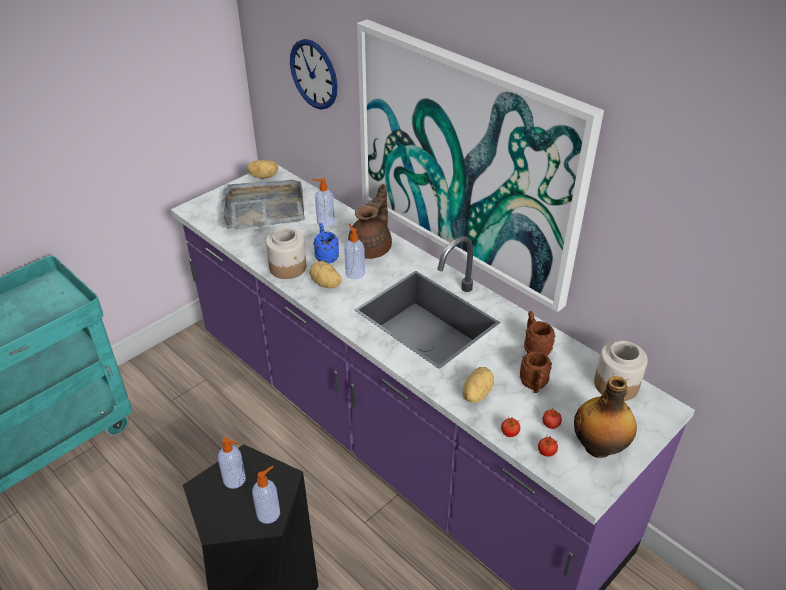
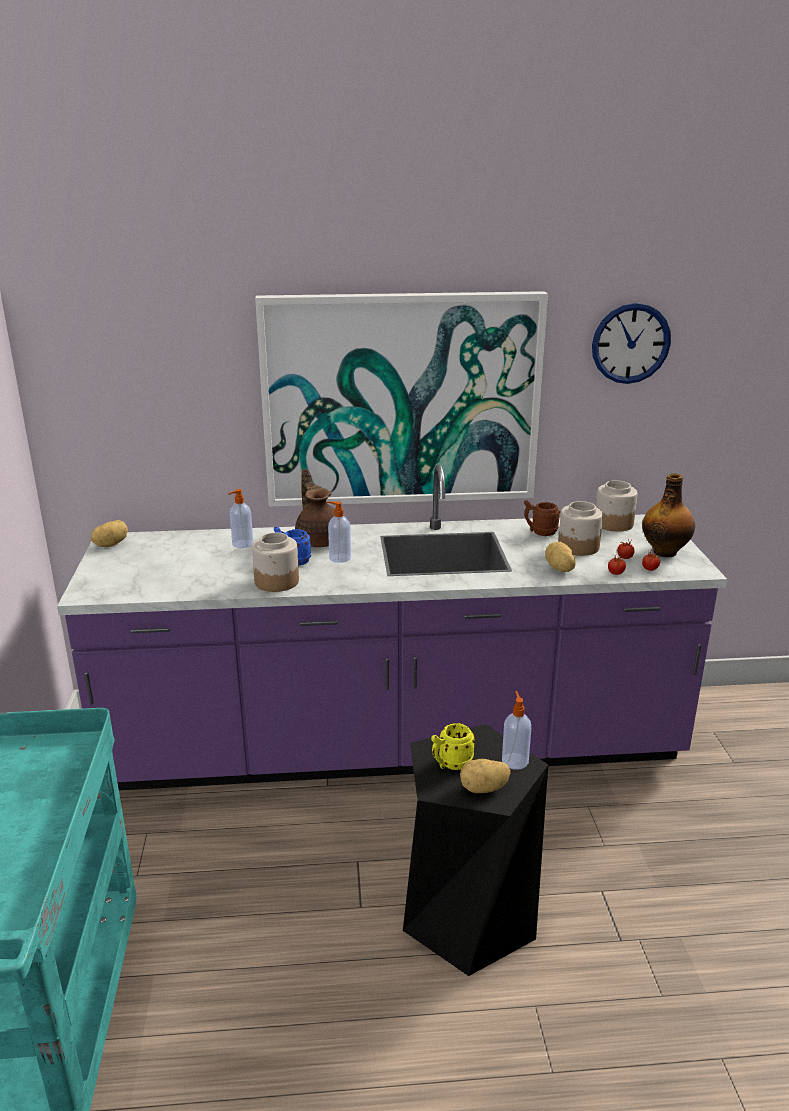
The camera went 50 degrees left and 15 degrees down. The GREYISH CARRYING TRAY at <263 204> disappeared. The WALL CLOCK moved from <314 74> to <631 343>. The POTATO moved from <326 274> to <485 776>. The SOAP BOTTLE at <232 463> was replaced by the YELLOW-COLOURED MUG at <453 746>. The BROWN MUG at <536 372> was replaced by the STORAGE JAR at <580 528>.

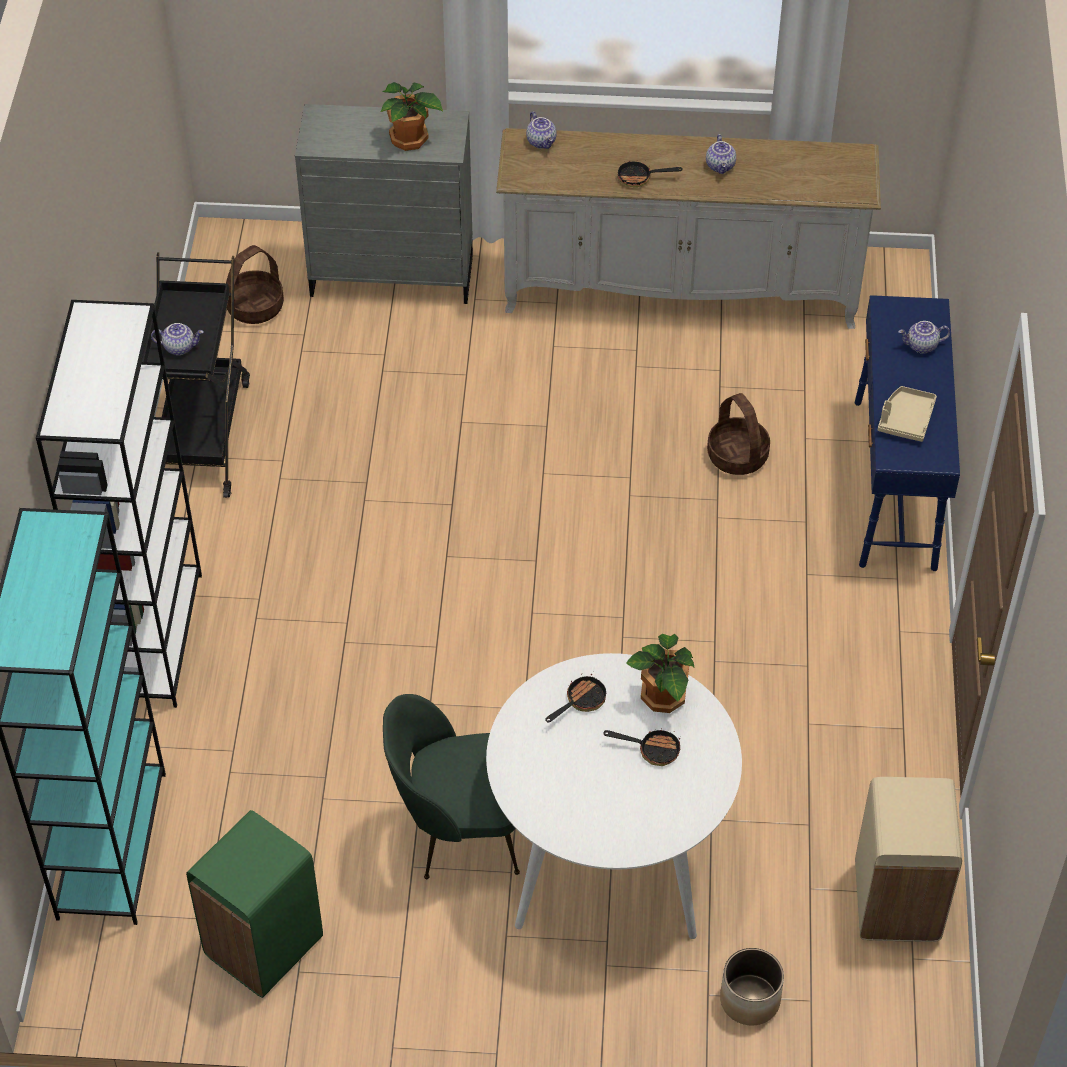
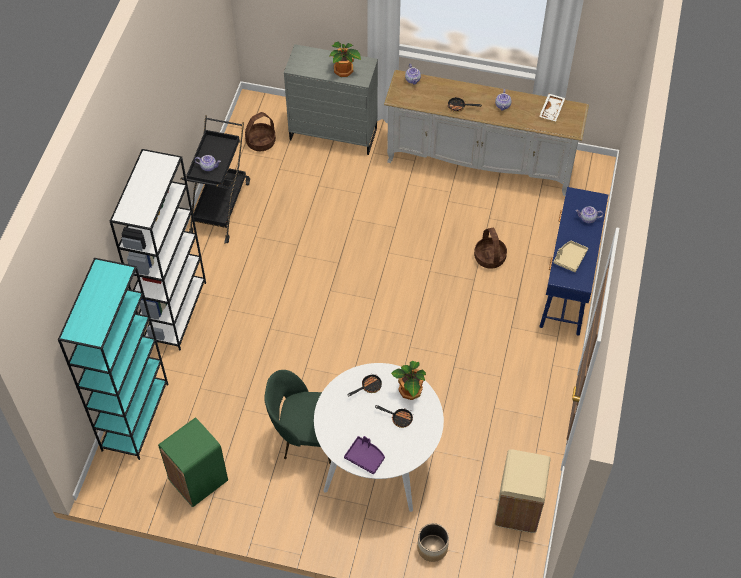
The camera went 10 degrees right and 5 degrees up. The PURPLE-COLOURED CARRYING TRAY at <364 455> appeared. The WHITE CARRYING TRAY at <552 107> appeared.

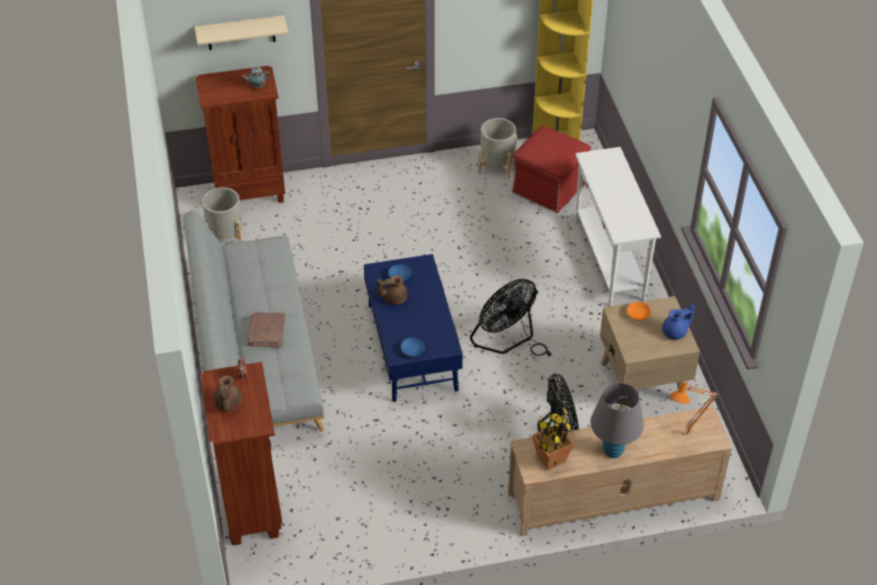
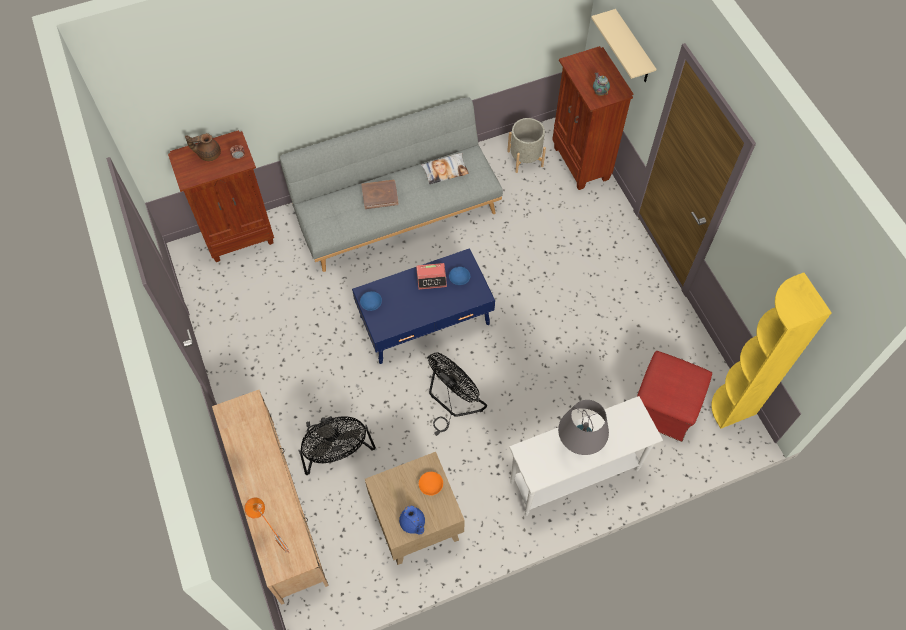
The camera went 80 degrees right and 15 degrees up. The GREYISH PLANTER at <497 148> disappeared. The HOUSEPLANT at <553 438> disappeared. The PILLOW at <445 168> appeared. The GREYISH TABLE LAMP moved from <617 420> to <583 427>. The BROWN TEA POT at <392 290> was replaced by the BEDSIDE CLOCK at <431 276>.

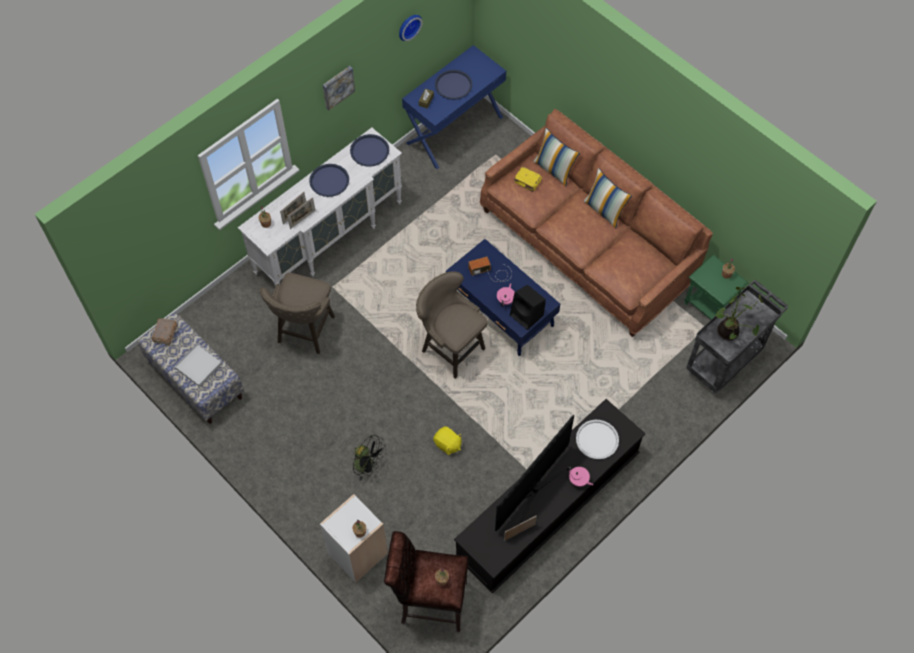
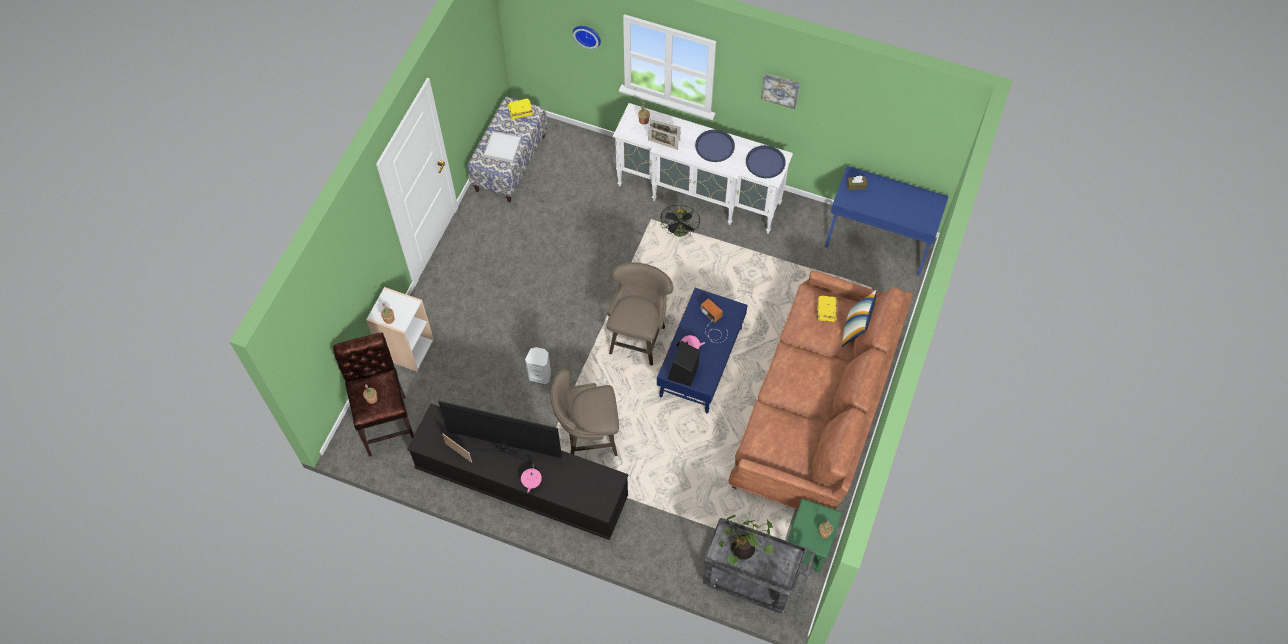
The camera went 65 degrees right and 0 degrees up. The BLUISH CARRYING TRAY at <453 85> disappeared. The WHITE CARRYING TRAY at <597 439> disappeared. The PILLOW at <608 198> disappeared. The SAND-COLOURED STOOL moved from <297 313> to <585 412>. The BLACK-COLOURED FAN moved from <369 458> to <680 221>. The WALL CLOCK moved from <411 28> to <587 37>. The YELLOW-COLOURED SOFT TOY at <447 440> was replaced by the WHITE SPEAKER at <538 365>. The BROWN BOUND BOOK at <164 331> became the YELLOW-COLOURED BOUND BOOK at <520 108>.

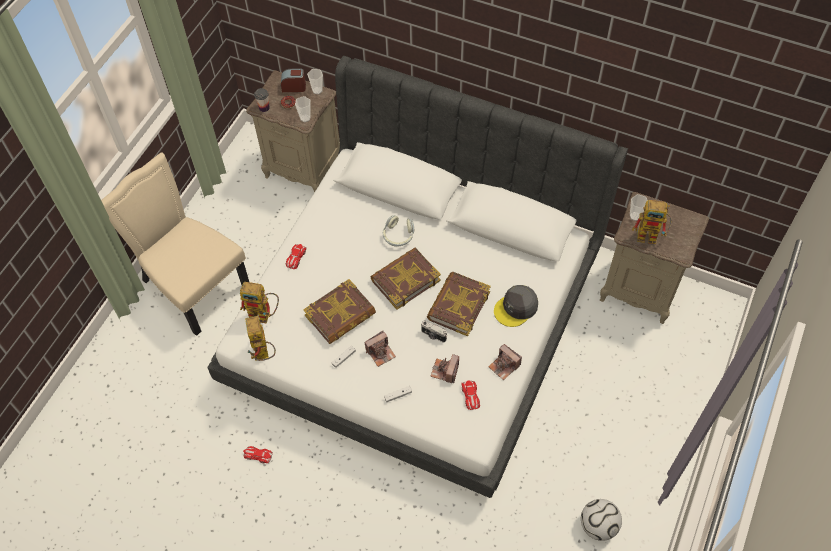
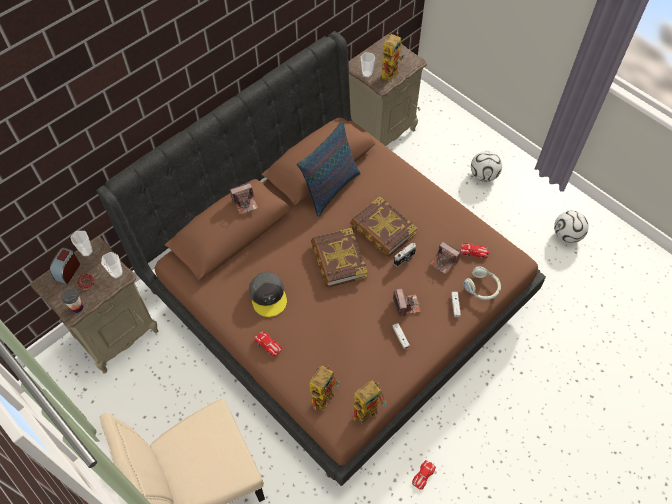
The camera went 70 degrees left and 0 degrees up. The BOUND BOOK at <339 311> disappeared. The BLUISH PILLOW at <328 169> appeared. The FOOTBALL at <486 166> appeared. The PAIR OF HEADPHONES moved from <398 231> to <482 283>. The PHOTO CAMERA moved from <505 362> to <244 198>. The GREYISH PEAKED CAP moved from <516 306> to <268 294>. The WHITE SLEEPING BED at <418 277> became the BROWN SLEEPING BED at <321 258>. The MODEL ROBOT at <260 338> turned 45 degrees counterclockwise.

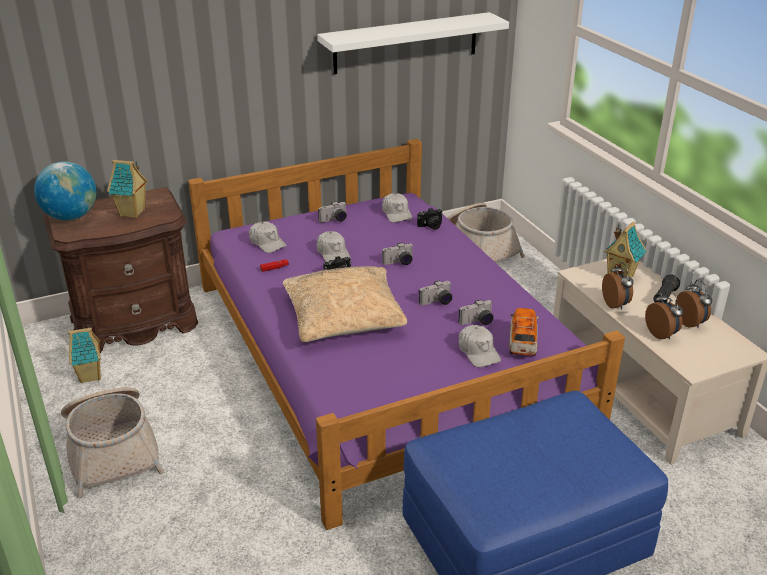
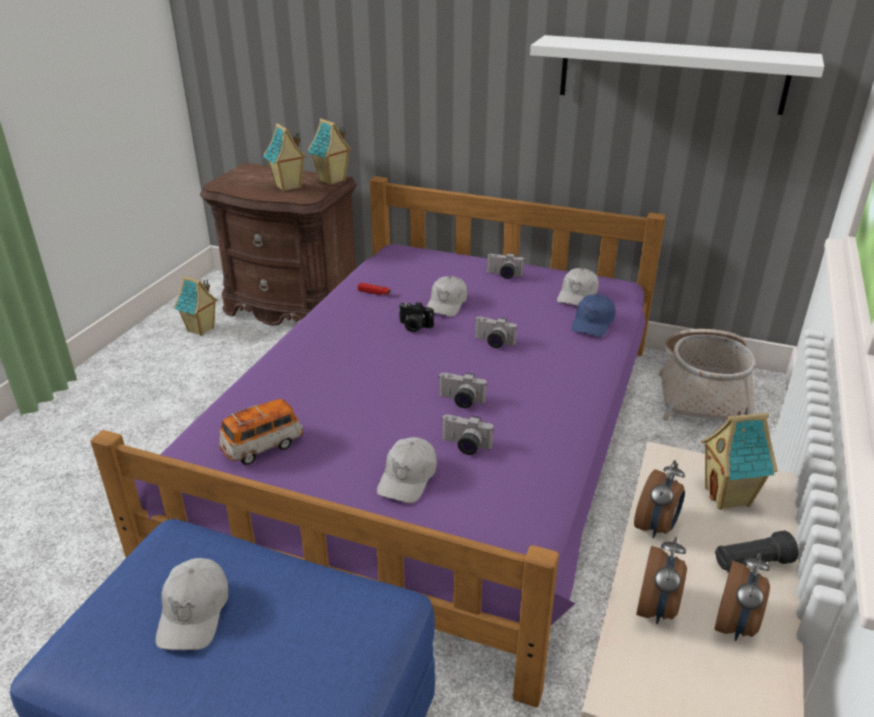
The camera went 45 degrees right and 0 degrees up. The GLOBE at <65 191> disappeared. The BASKET at <113 442> disappeared. The SAND-COLOURED PILLOW at <345 304> disappeared. The MODEL HOUSE at <330 151> appeared. The WHITE PEAKED CAP moved from <268 237> to <192 604>. The TOY CAR moved from <524 332> to <261 432>. The PHOTO CAMERA at <430 219> was replaced by the BLUISH PEAKED CAP at <593 315>.

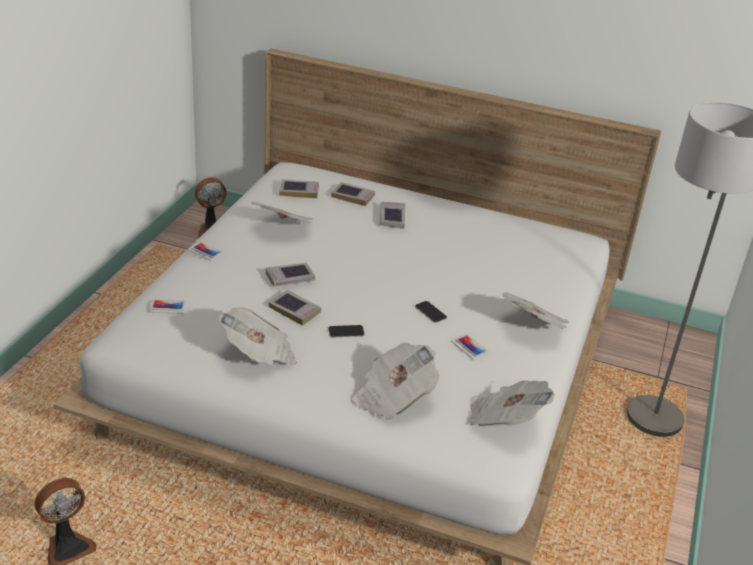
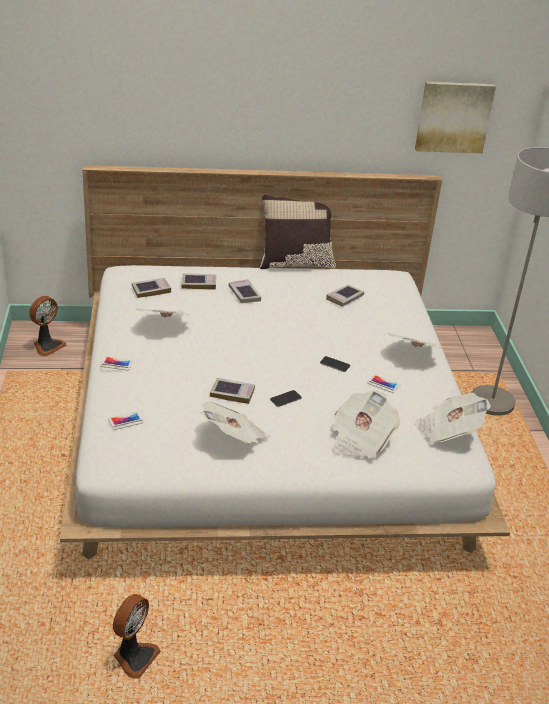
The camera went 25 degrees left and 0 degrees up. The PILLOW at <298 232> appeared. The WALL PICTURE at <455 117> appeared. The BOUND BOOK moved from <290 275> to <345 296>.

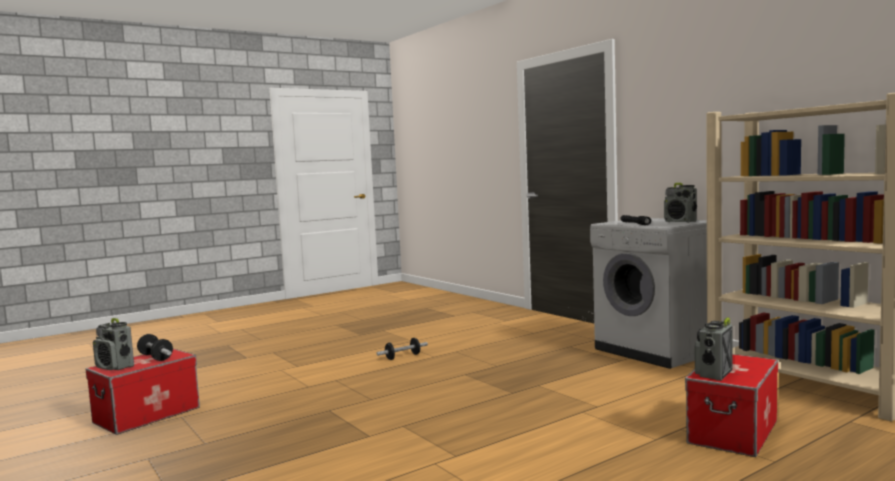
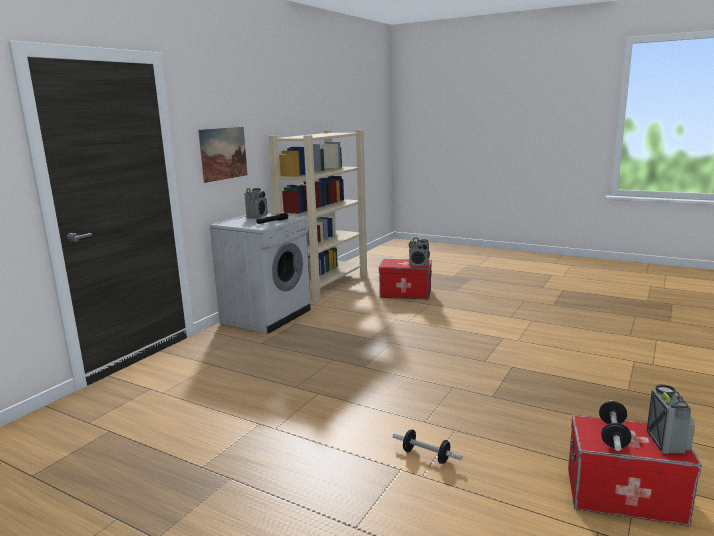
The camera went 115 degrees left and 10 degrees up. The WALL PICTURE at <223 155> appeared. The HAND WEIGHT moved from <402 349> to <428 446>.

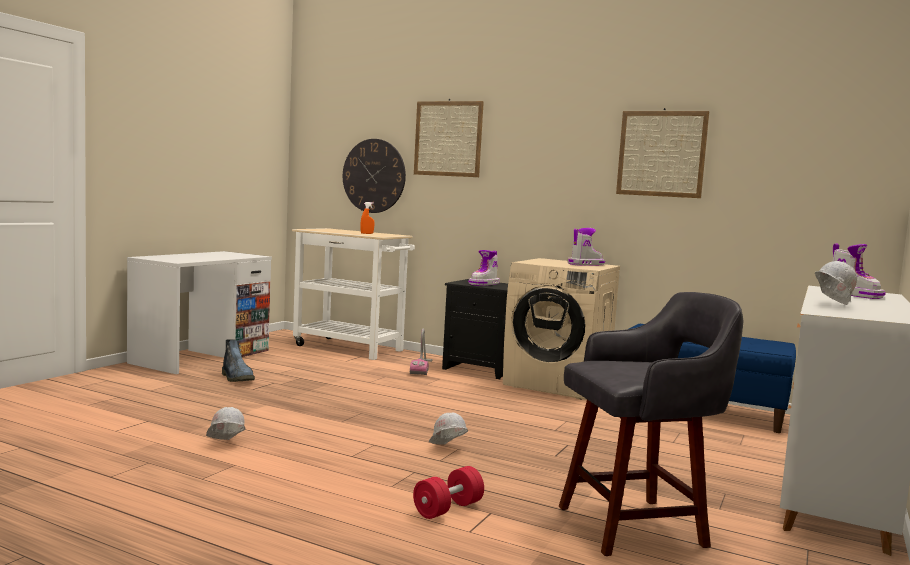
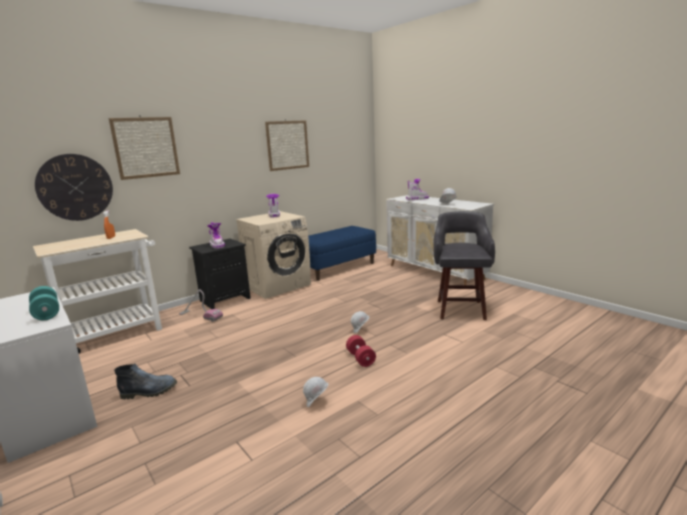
The camera went 65 degrees left and 10 degrees up. The TURQUOISE HAND WEIGHT at <44 303> appeared. The REDDISH HAND WEIGHT moved from <448 492> to <361 351>.

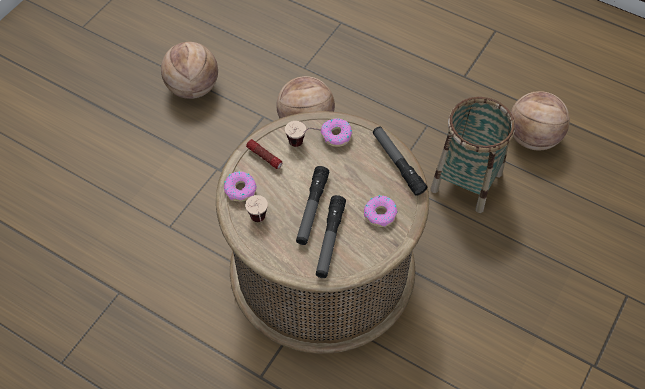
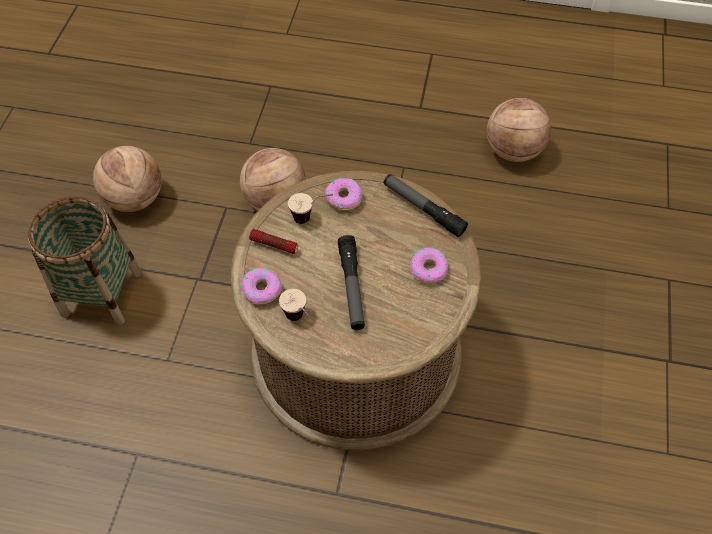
The camera went 20 degrees left and 0 degrees up. The FLASHLIGHT at <331 236> disappeared. The BASKET moved from <473 155> to <85 260>.

